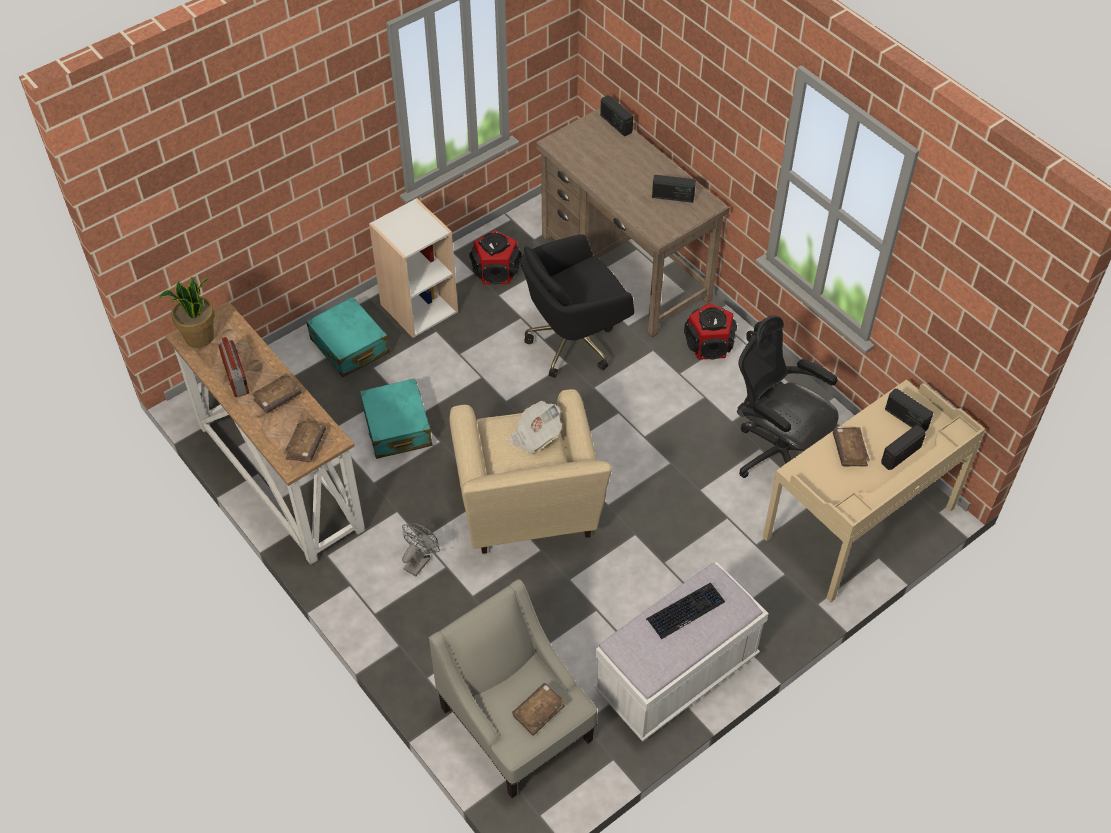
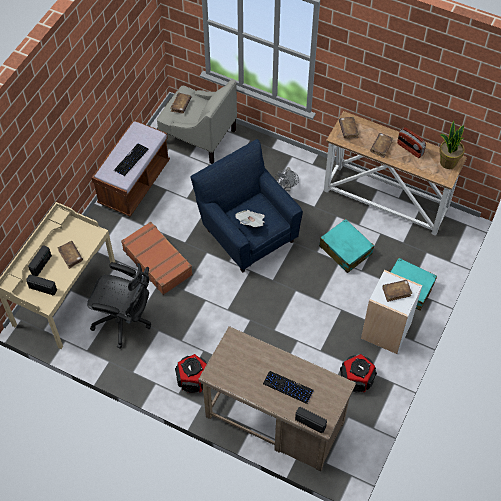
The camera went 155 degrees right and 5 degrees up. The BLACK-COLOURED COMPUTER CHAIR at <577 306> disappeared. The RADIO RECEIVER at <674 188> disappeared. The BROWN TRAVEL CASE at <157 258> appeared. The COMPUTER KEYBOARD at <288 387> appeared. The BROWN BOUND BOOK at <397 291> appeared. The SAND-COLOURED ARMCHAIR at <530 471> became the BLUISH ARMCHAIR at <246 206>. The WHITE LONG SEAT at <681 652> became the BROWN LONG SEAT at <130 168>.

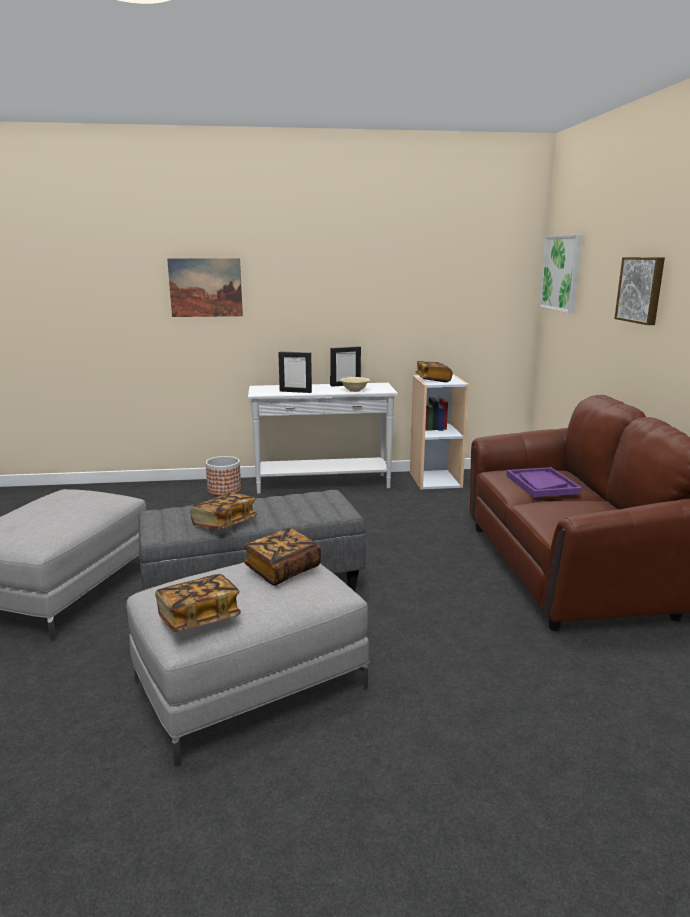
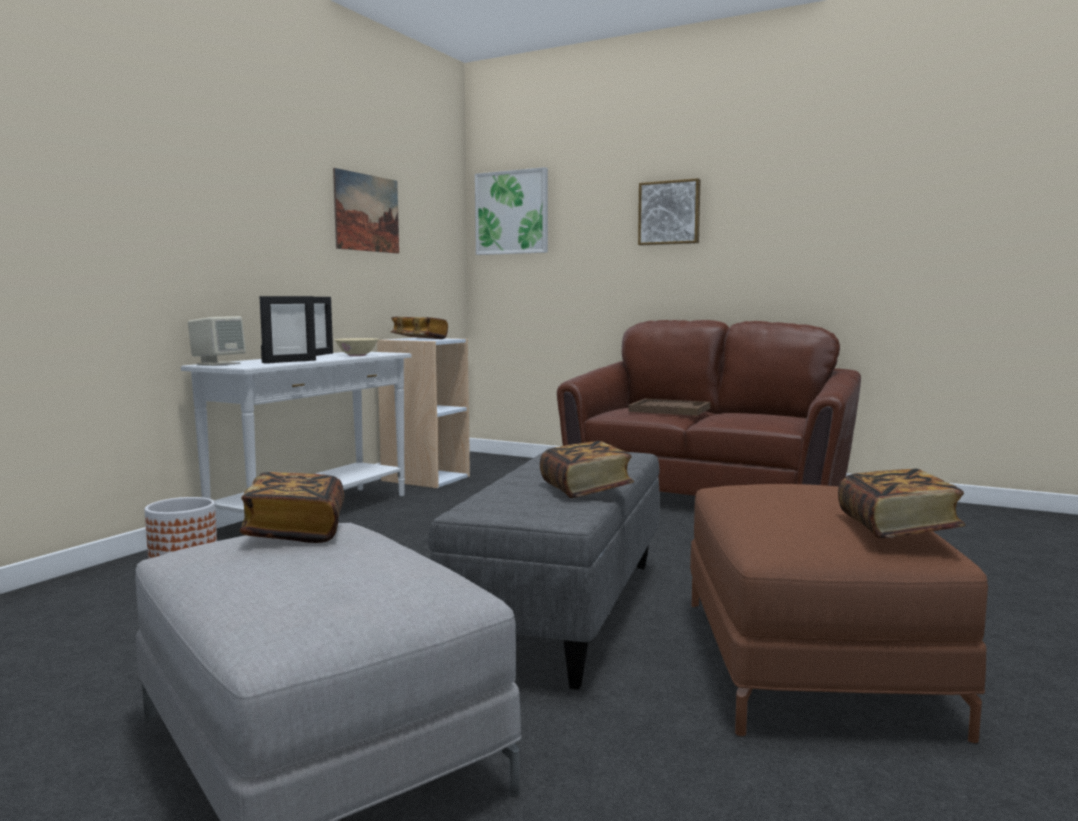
The camera went 55 degrees left and 10 degrees down. The SAND-COLOURED SPEAKER at <217 341> appeared. The WALL PICTURE moved from <205 287> to <366 211>. The BOUND BOOK moved from <282 557> to <292 507>. The GREYISH FOOTREST at <248 664> became the BROWN FOOTREST at <839 614>. The PURPLE-COLOURED CARRYING TRAY at <544 482> became the BROWN CARRYING TRAY at <669 407>.

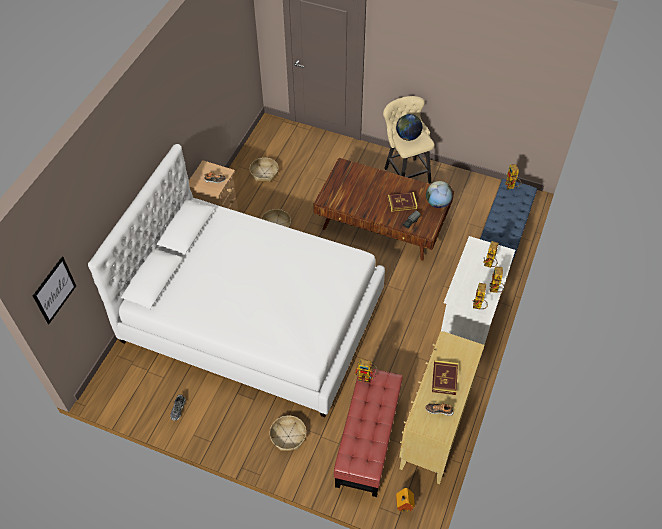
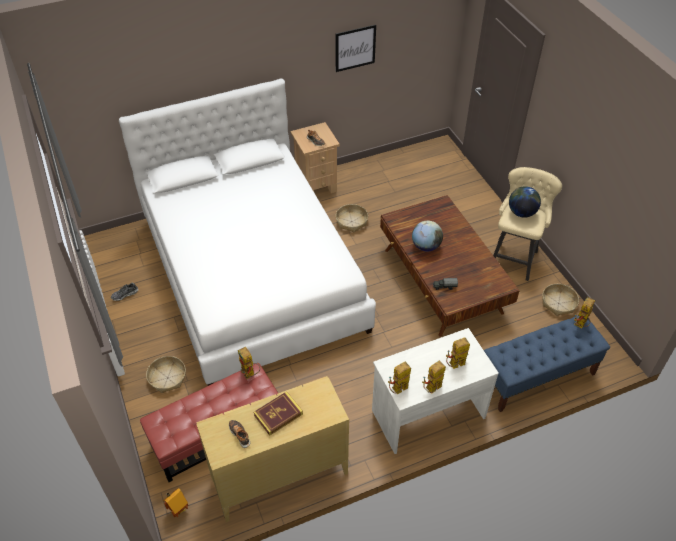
The camera went 45 degrees right and 5 degrees down. The BOUND BOOK at <402 202> disappeared. The WALL PICTURE moved from <54 290> to <356 48>. The BASKET moved from <263 169> to <560 300>. The GLOBE moved from <439 194> to <427 236>.

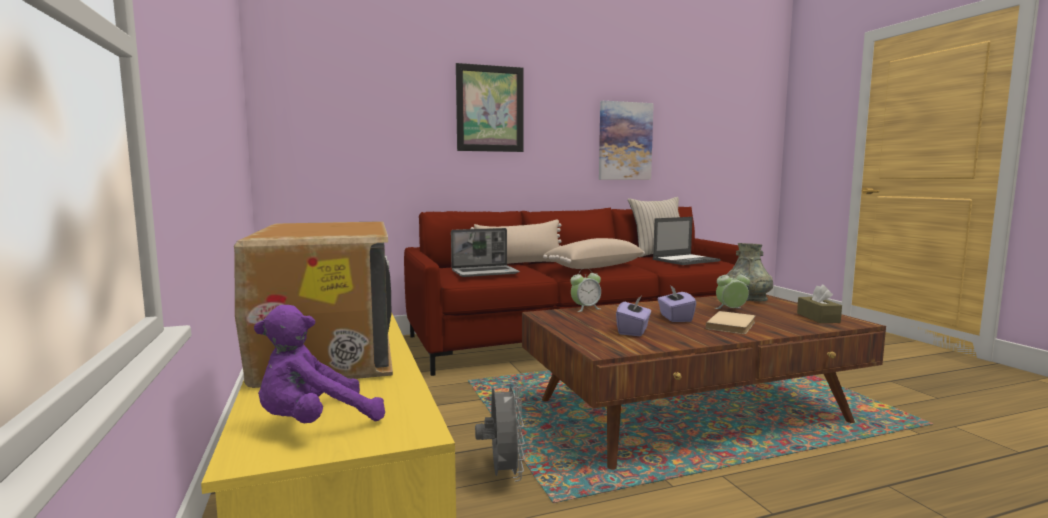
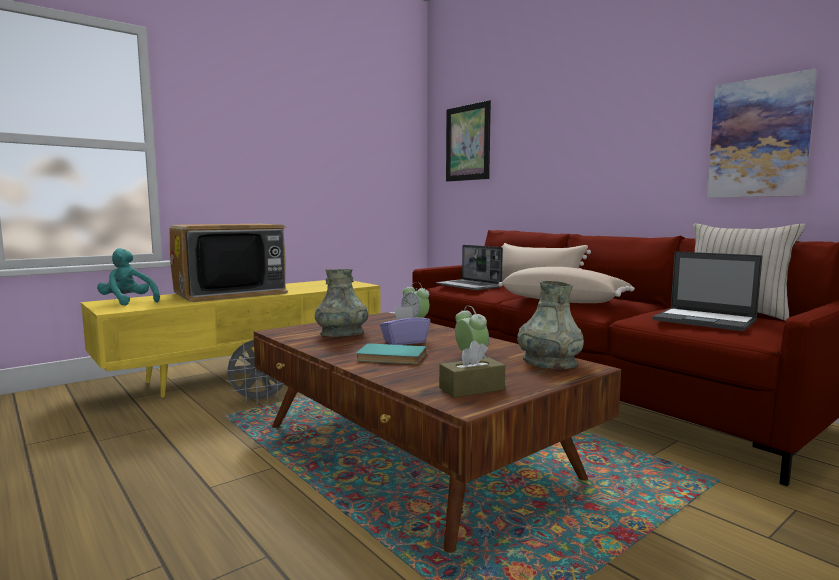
The camera went 70 degrees right and 0 degrees up. The WALL PICTURE moved from <489 107> to <468 141>. The PURPLE-COLOURED BOX OF TISSUES at <633 315> was replaced by the GREYISH DECORATIVE VASE at <341 303>. The PURPLE-COLOURED SOFT TOY at <319 364> became the TURQUOISE SOFT TOY at <128 277>. The SAND-COLOURED BOUND BOOK at <730 322> became the TURQUOISE BOUND BOOK at <391 353>.

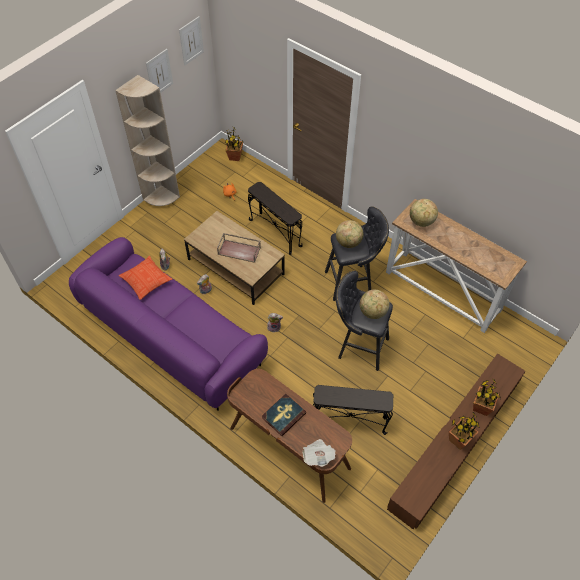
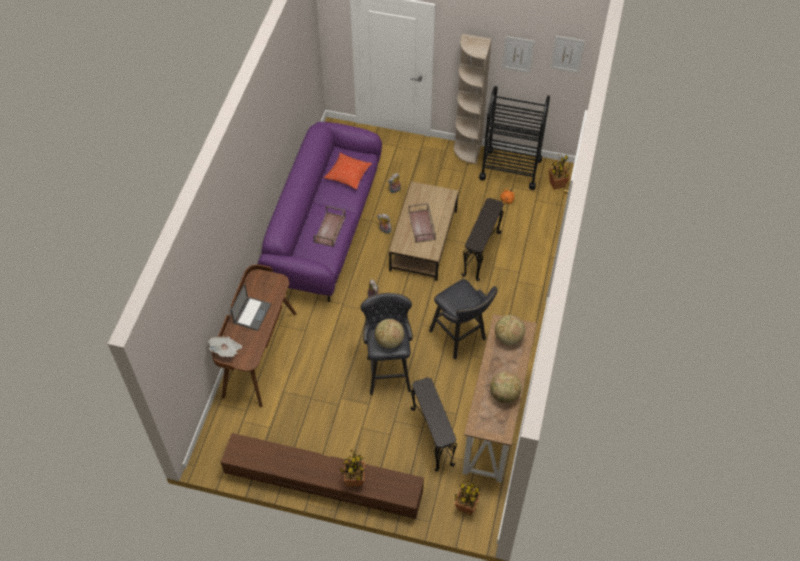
The camera went 65 degrees right and 0 degrees up. The BROWN CARRYING TRAY at <329 226> appeared. The BLACK-COLOURED TROLLEY at <514 138> appeared. The BLACK-COLOURED SIDE TABLE moved from <353 410> to <434 424>. The GLOBE moved from <349 234> to <506 387>. The HOUSEPLANT moved from <464 431> to <468 497>. The BOUND BOOK at <284 415> was replaced by the PORTABLE COMPUTER at <251 307>.

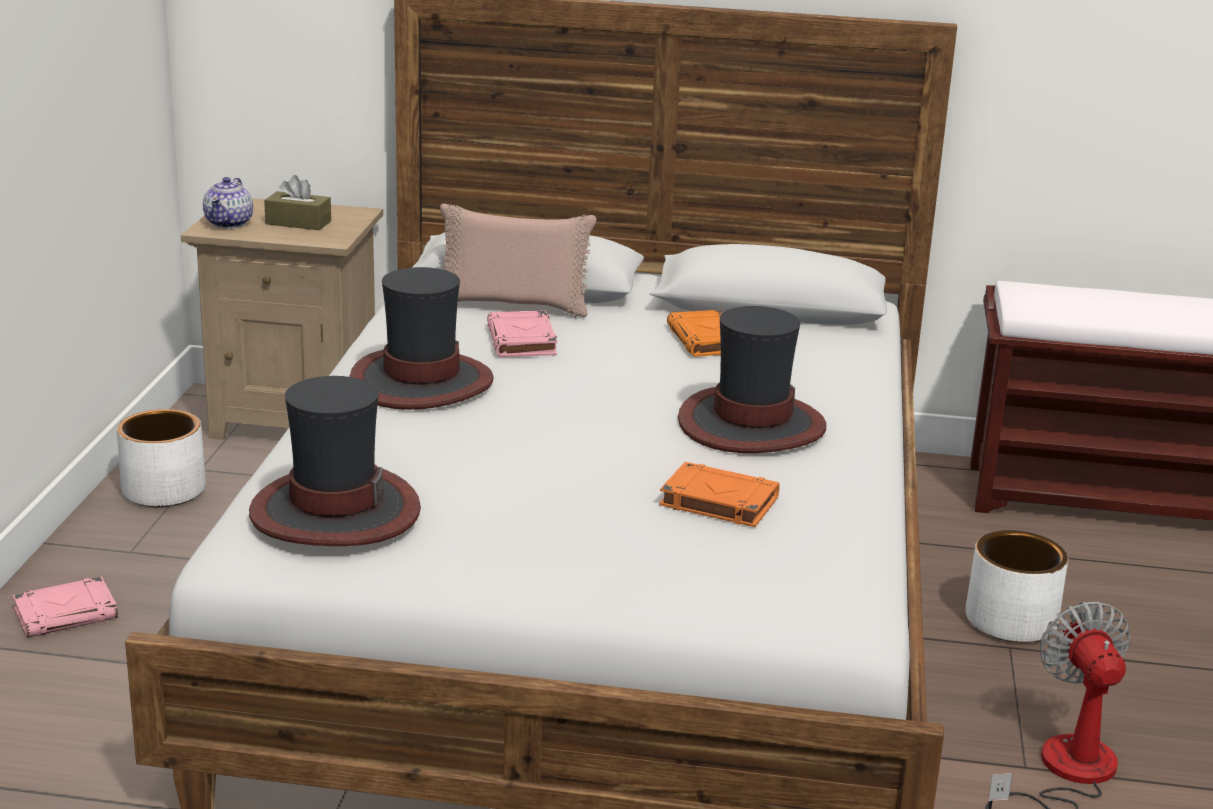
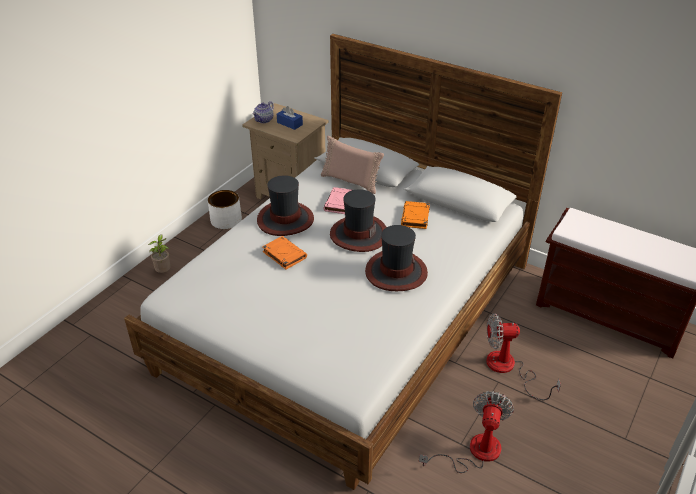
The camera went 25 degrees right and 15 degrees up. The WEARABLE HAT moved from <335 461> to <358 220>. The ORANGEY BOUND BOOK moved from <719 494> to <284 253>. The PINKISH BOUND BOOK at <65 606> was replaced by the HOUSEPLANT at <159 253>. The WHITE PLANTER at <1017 586> was replaced by the FAN at <523 356>. The BROWN BOX OF TISSUES at <297 202> became the BLUISH BOX OF TISSUES at <290 118>.

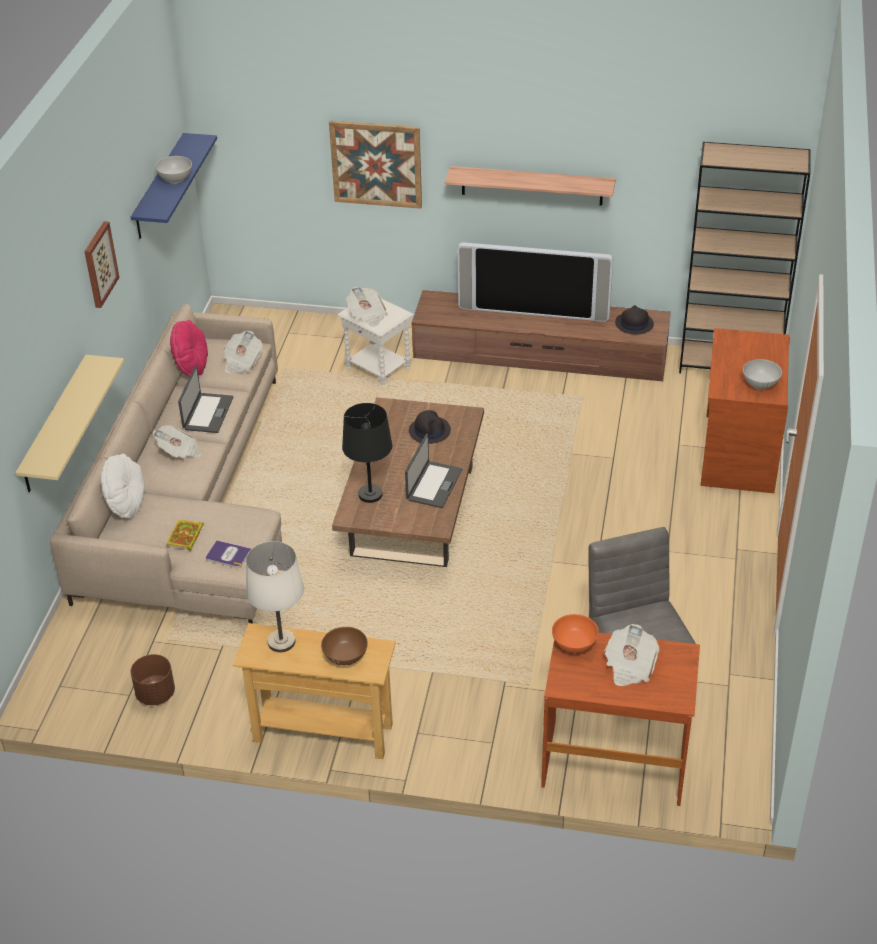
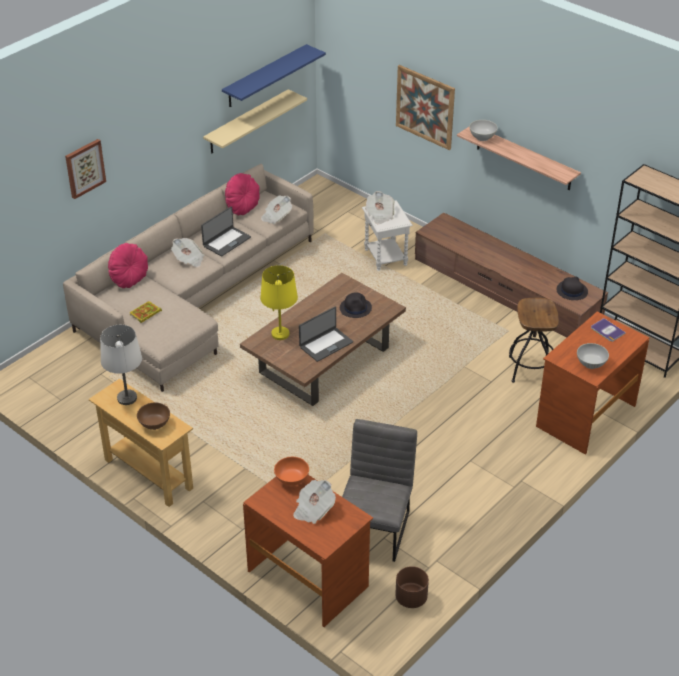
The camera went 30 degrees right and 0 degrees up. The TV SET at <535 282> disappeared. The BROWN STOOL at <534 340> appeared. The SAND-COLOURED WALL SHELF moved from <70 423> to <255 121>. The WALL PICTURE moved from <102 264> to <85 169>. The BROWN PLANTER moved from <152 679> to <412 587>. The WHITE DEEP DISH moved from <173 170> to <483 130>. The BOUND BOOK moved from <228 554> to <608 330>. The WHITE PILLOW at <123 485> became the PINKISH PILLOW at <128 265>. The BLACK-COLOURED TABLE LAMP at <367 453> became the YELLOW-COLOURED TABLE LAMP at <279 302>.

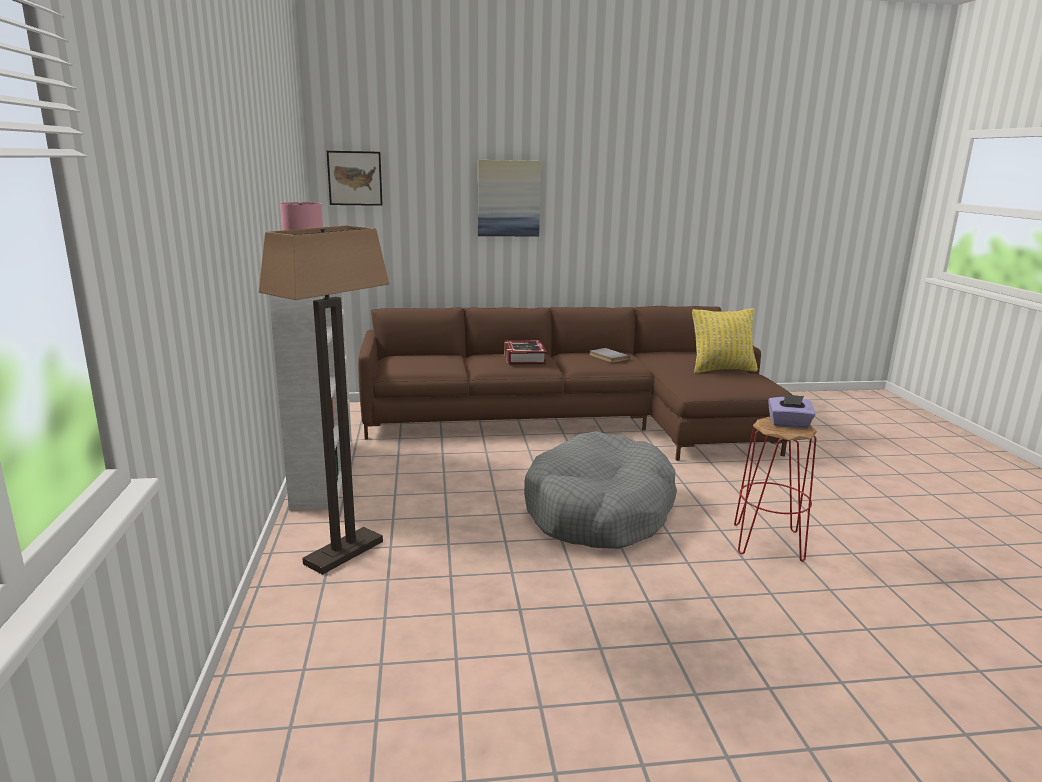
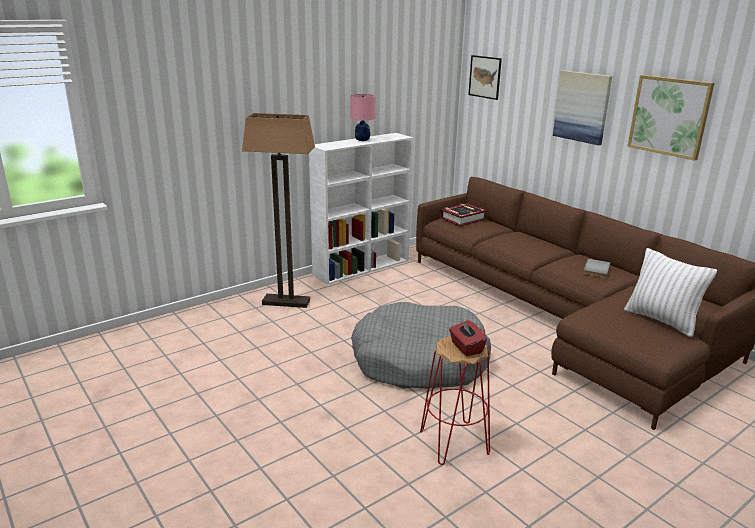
The camera went 60 degrees right and 5 degrees up. The WALL PICTURE at <670 118> appeared. The BOUND BOOK moved from <525 352> to <464 214>. The YELLOW-COLOURED PILLOW at <725 340> became the WHITE PILLOW at <670 292>. The PURPLE-COLOURED BOX OF TISSUES at <791 411> became the REDDISH BOX OF TISSUES at <468 338>.

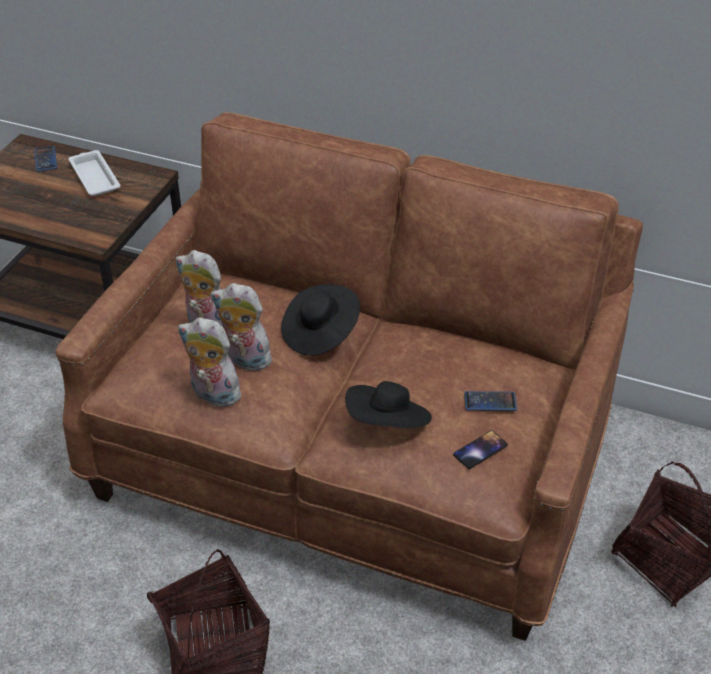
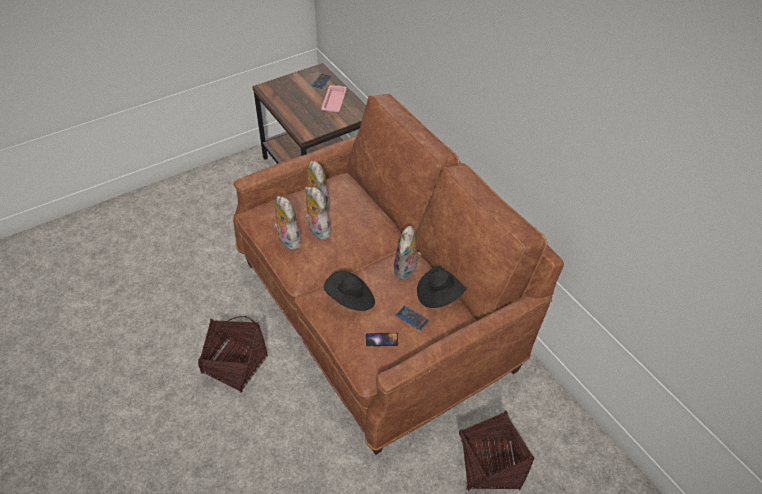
The camera went 35 degrees right and 5 degrees up. The SOFT TOY at <407 253> appeared. The BLACK-COLOURED WEARABLE HAT moved from <320 319> to <442 286>. The WHITE CARRYING TRAY at <94 173> became the PINKISH CARRYING TRAY at <334 98>.

